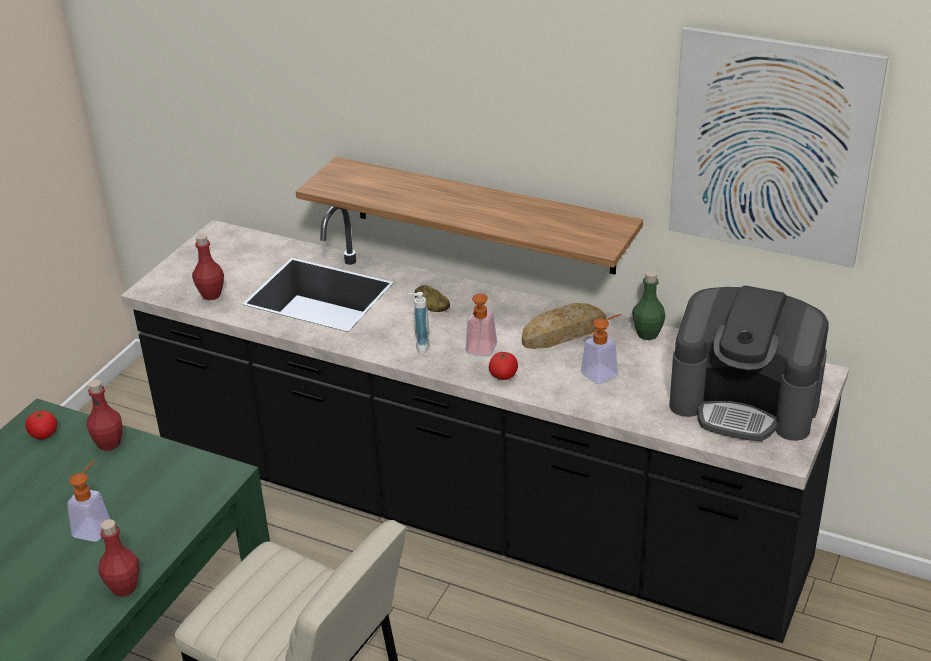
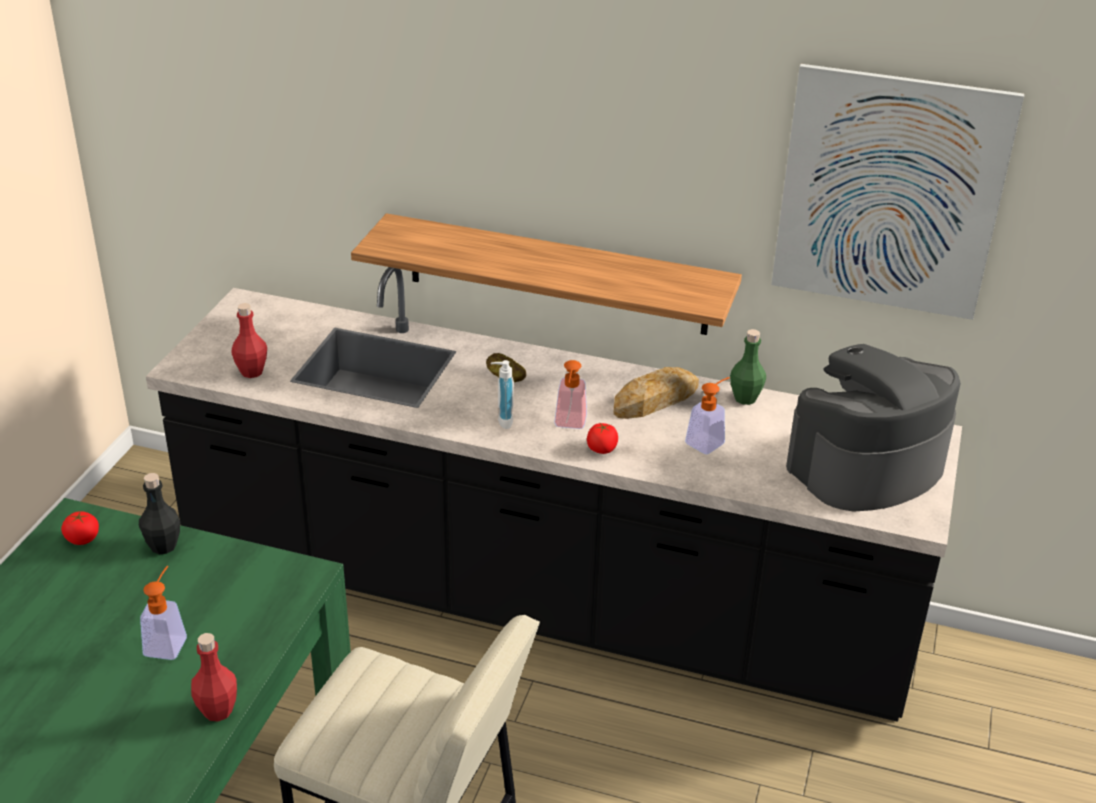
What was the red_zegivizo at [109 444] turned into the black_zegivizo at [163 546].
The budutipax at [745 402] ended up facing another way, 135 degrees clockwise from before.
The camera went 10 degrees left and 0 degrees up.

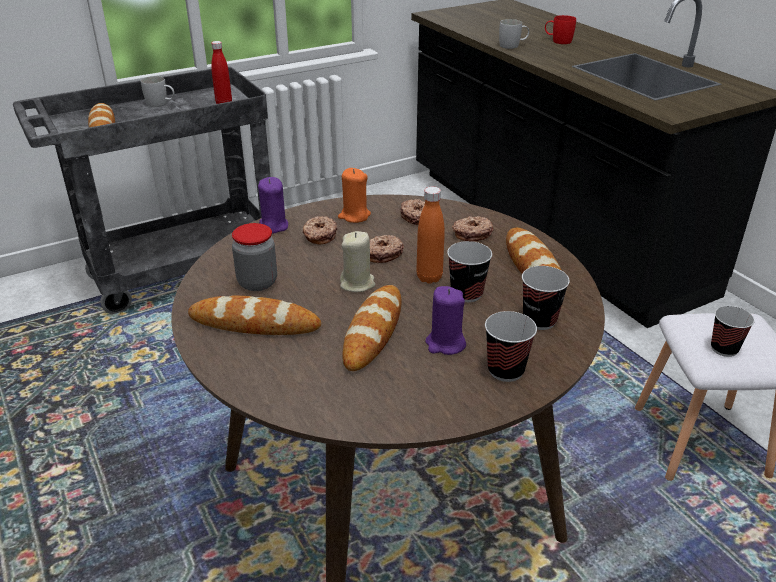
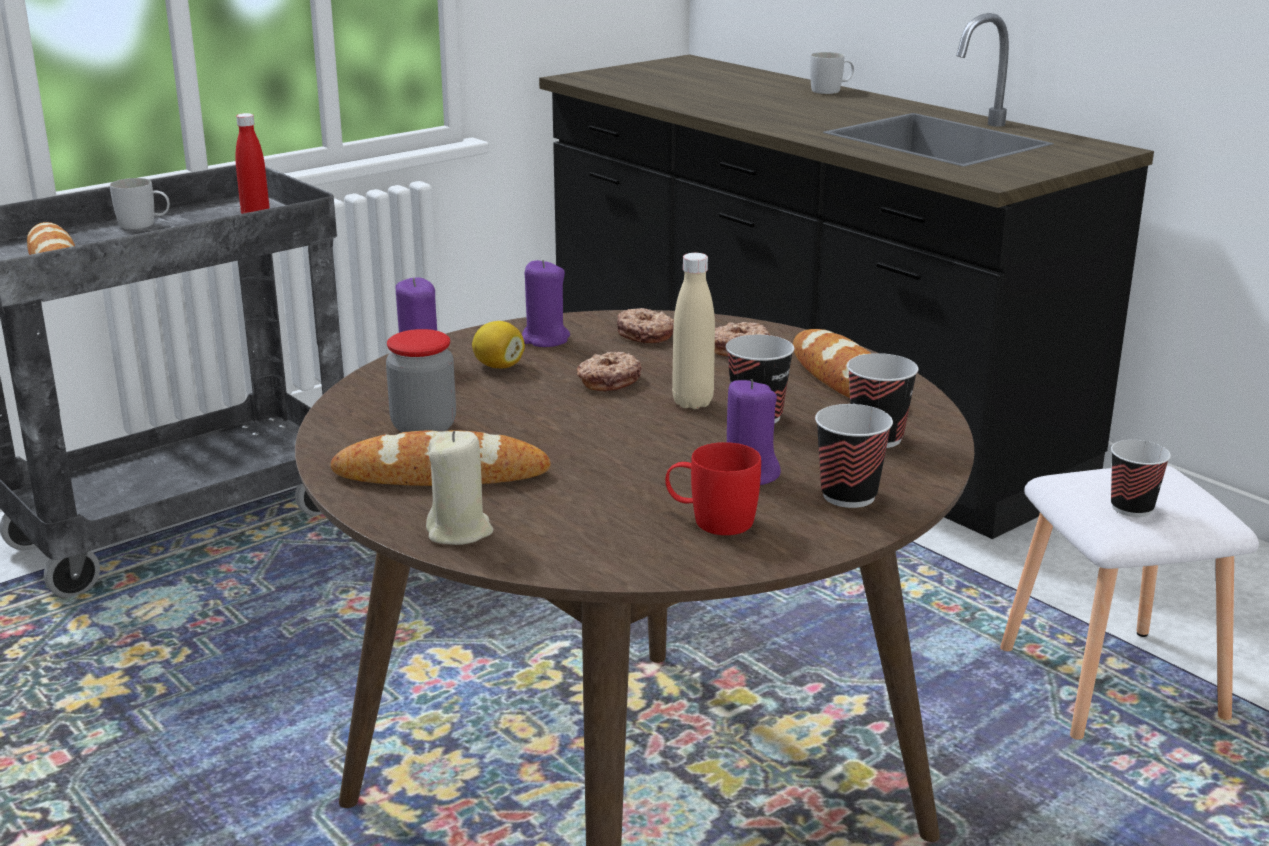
The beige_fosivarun ended up elsewhere, having gone from [357 284] to [460 531].
Where the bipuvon stood at [319 235], the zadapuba came to stand at [498 366].
What was the orange_fosivarun at [354 216] turned into the purple_fosivarun at [544 339].
The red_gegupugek ended up elsewhere, having gone from [558 41] to [711 520].
What was the orange_zegivizo at [429 277] turned into the beige_zegivizo at [692 402].
The white_gegupugek ended up elsewhere, having gone from [513 45] to [831 90].
The second view lost the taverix at [373 331].
The camera went 10 degrees left and 10 degrees down.

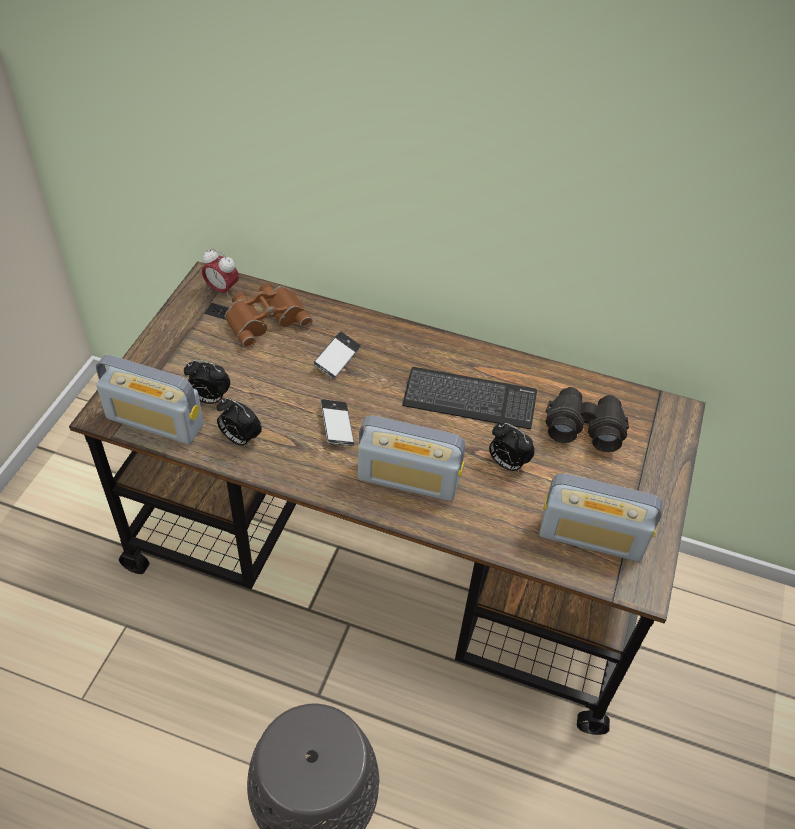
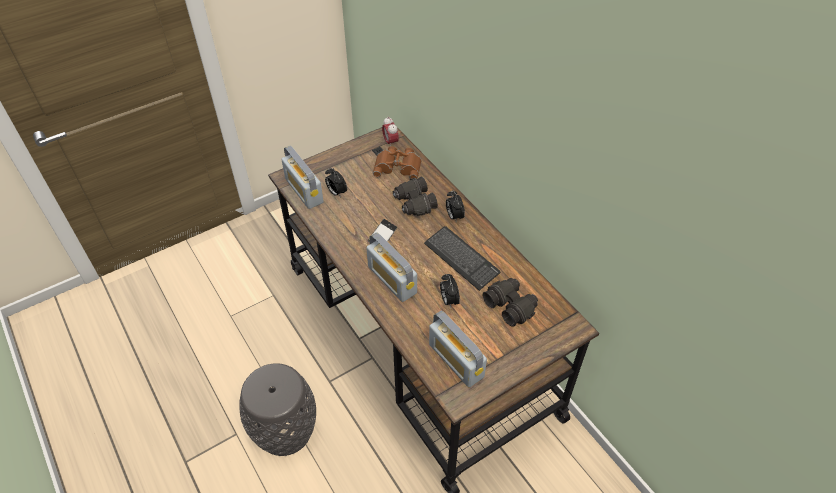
Where the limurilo stood at [337 358], the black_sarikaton came to stand at [414 203].
The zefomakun ended up elsewhere, having gone from [240 439] to [454 216].
The camera went 40 degrees right and 0 degrees up.

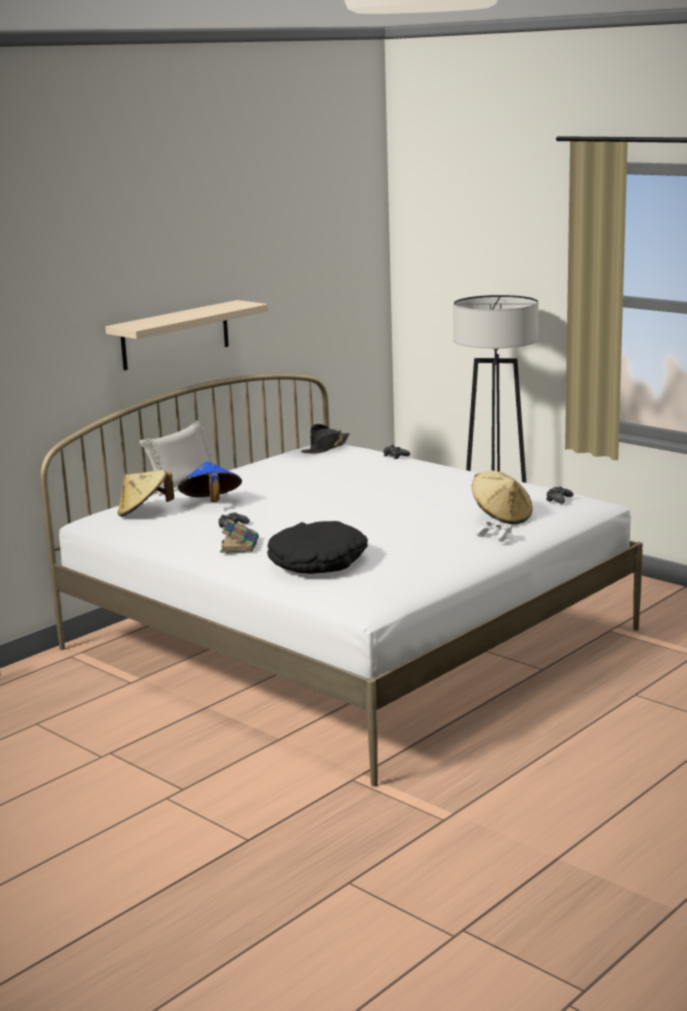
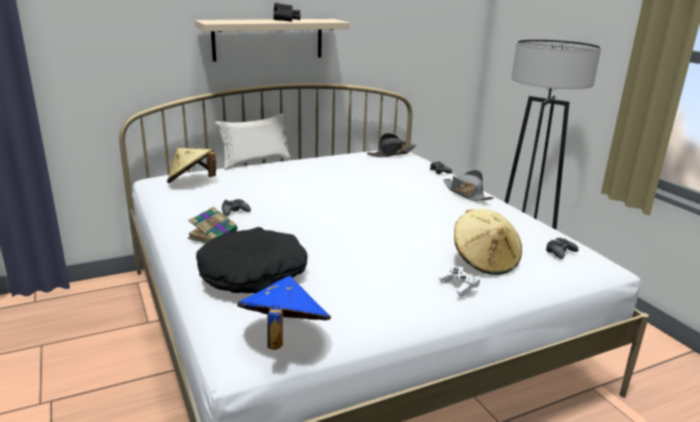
The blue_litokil ended up elsewhere, having gone from [211 503] to [283 336].
The second view gained the black_sarikaton at [286 20].
The second view gained the grey_litokil at [466 193].
The camera went 20 degrees right and 5 degrees up.

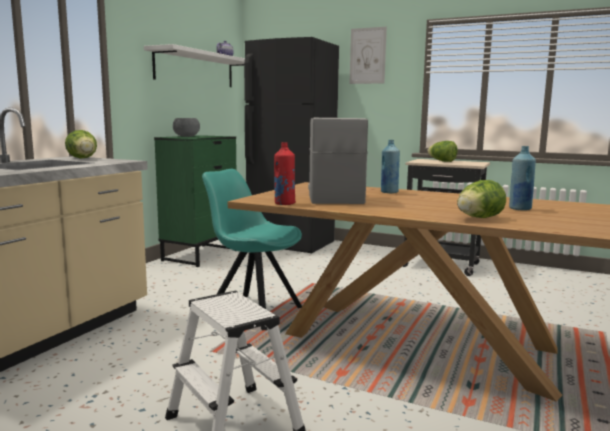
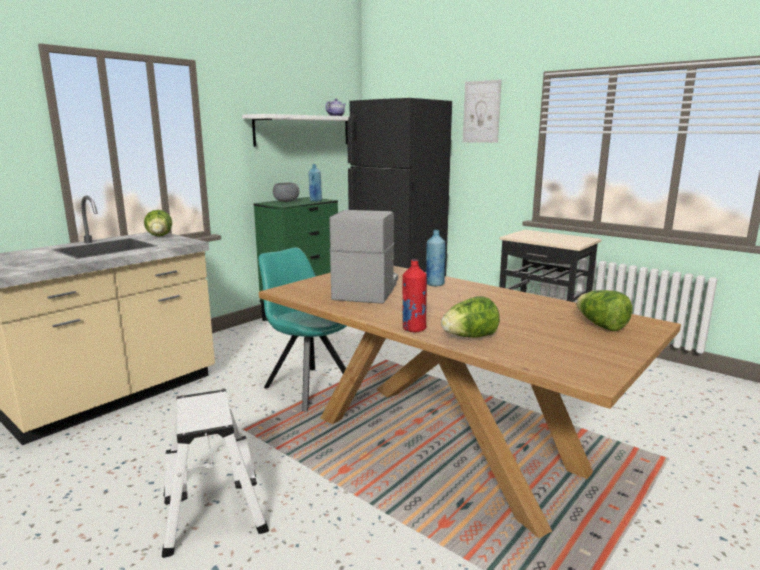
The blue_zegivizo ended up elsewhere, having gone from [519 209] to [315 201].
The red_zegivizo ended up elsewhere, having gone from [284 203] to [414 328].
The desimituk ended up elsewhere, having gone from [442 161] to [601 326].
The camera went 15 degrees right and 5 degrees up.

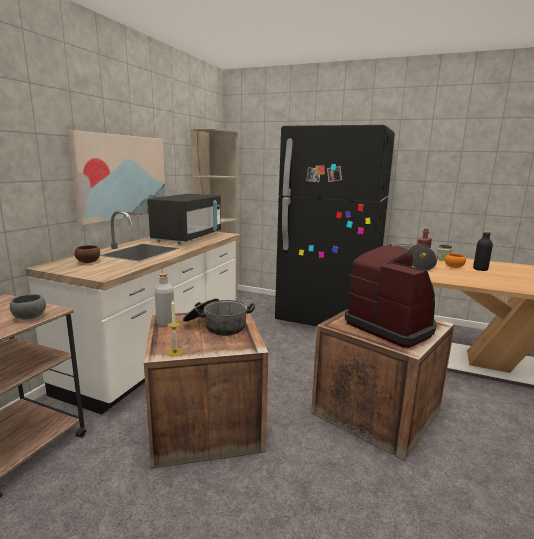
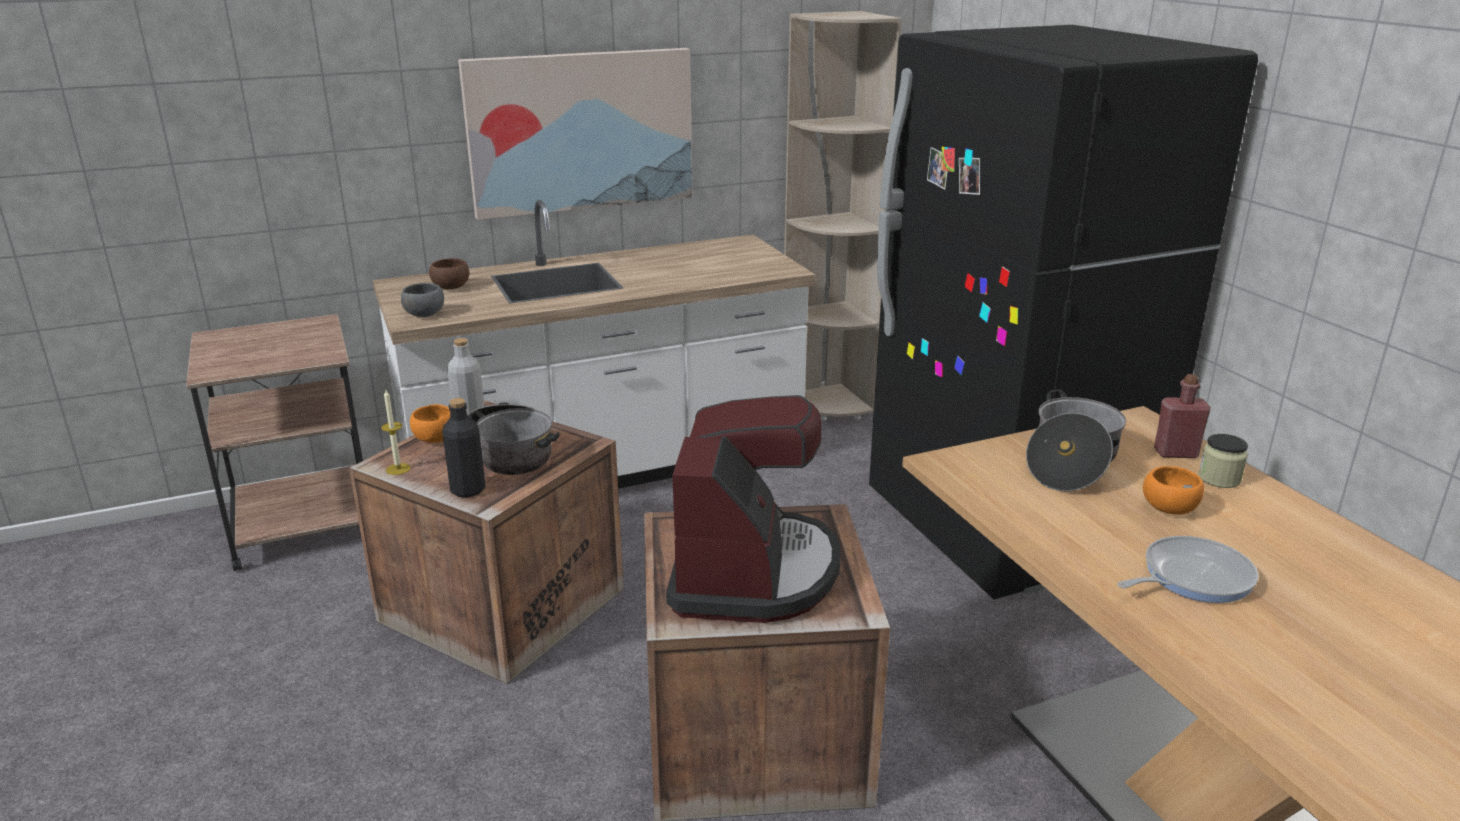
The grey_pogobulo ended up elsewhere, having gone from [29 317] to [424 314].
The second view gained the orange_pogobulo at [434 439].
The black_zegivizo ended up elsewhere, having gone from [480 269] to [468 490].
The second view gained the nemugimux at [1191 577].
The second view lost the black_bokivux at [188 237].
The camera went 45 degrees right and 10 degrees up.

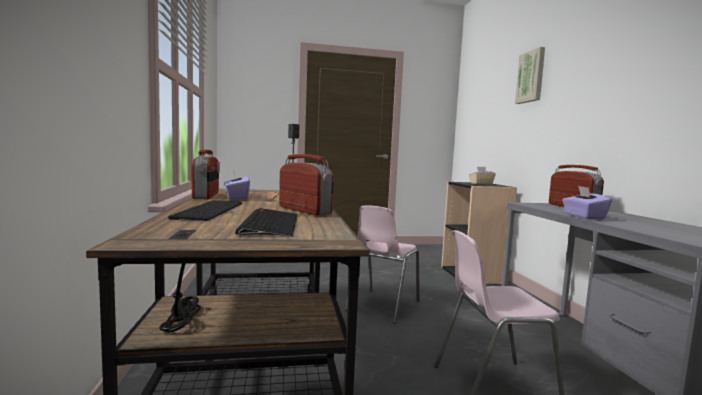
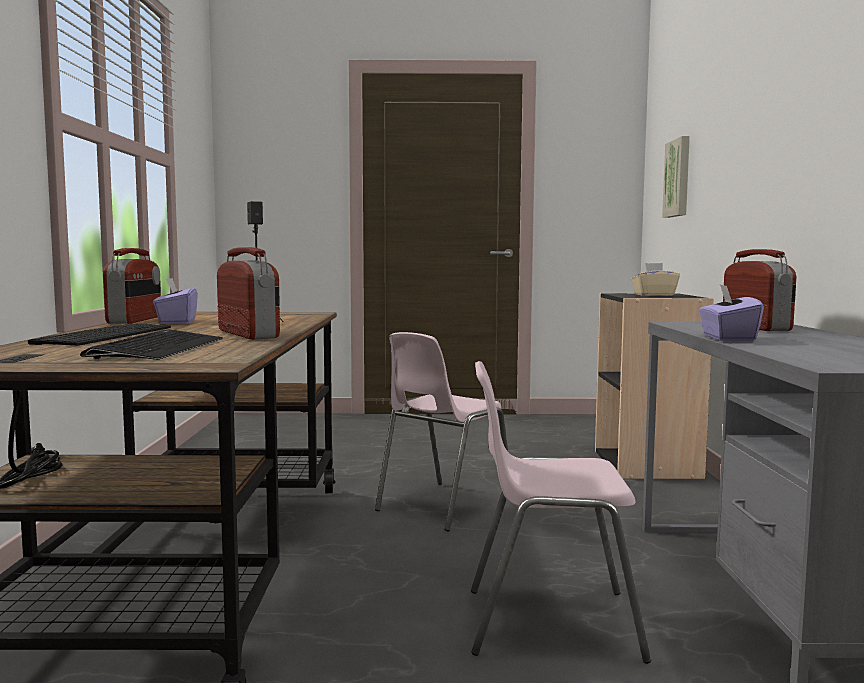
The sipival ended up elsewhere, having gone from [531 77] to [679 178].
The camera went 10 degrees right and 0 degrees up.

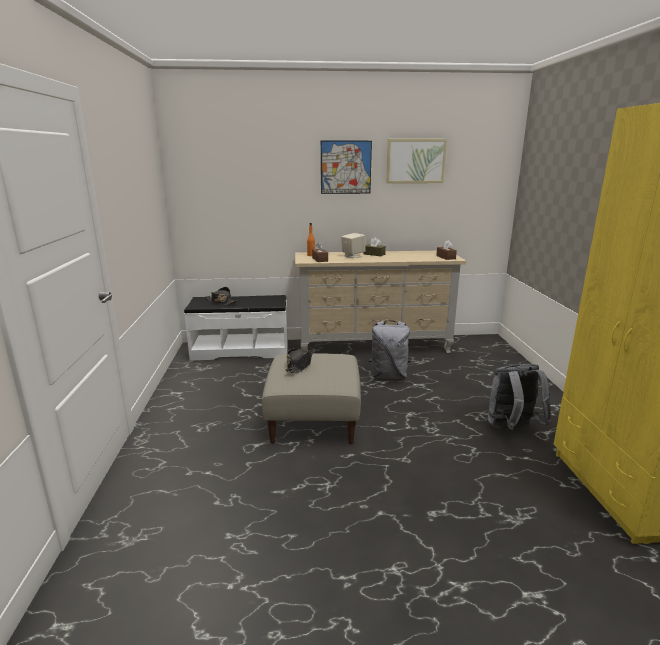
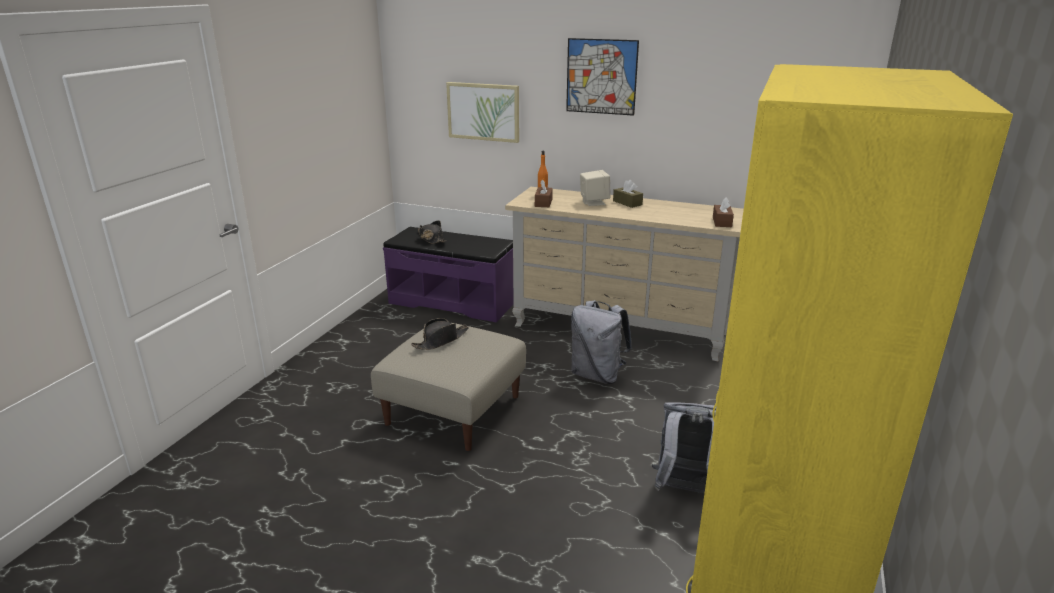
What was the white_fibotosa at [240 350] turned into the purple_fibotosa at [453 301].
The sipival ended up elsewhere, having gone from [415 161] to [483 111].
The camera went 25 degrees right and 5 degrees up.

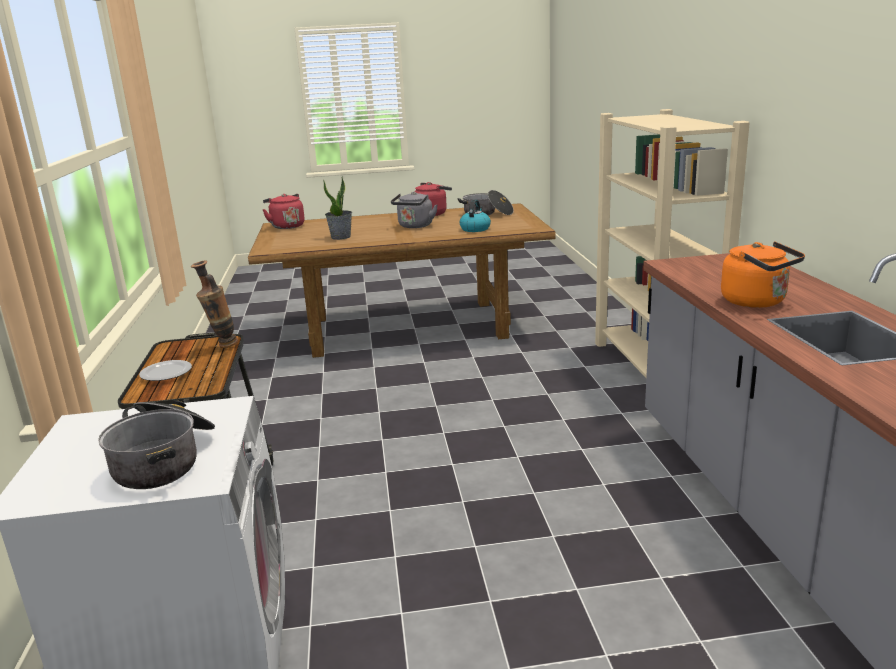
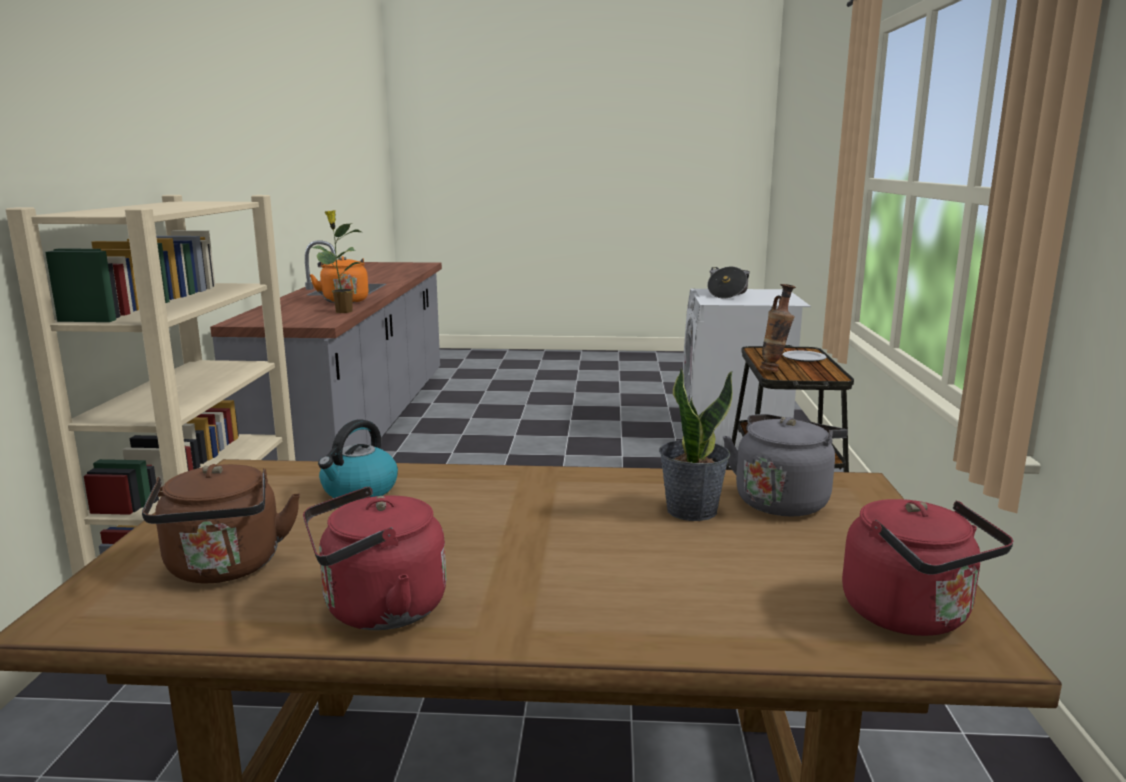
Where the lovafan stood at [487 214], the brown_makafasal came to stand at [224 569].
The second view gained the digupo at [342 311].
The grey_makafasal ended up elsewhere, having gone from [415 226] to [783 501].
The camera went 170 degrees left and 5 degrees down.

